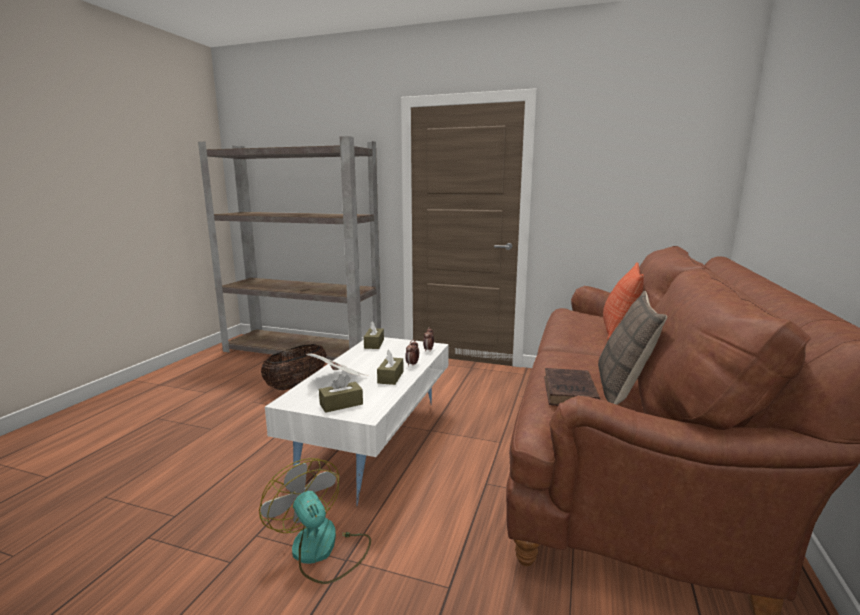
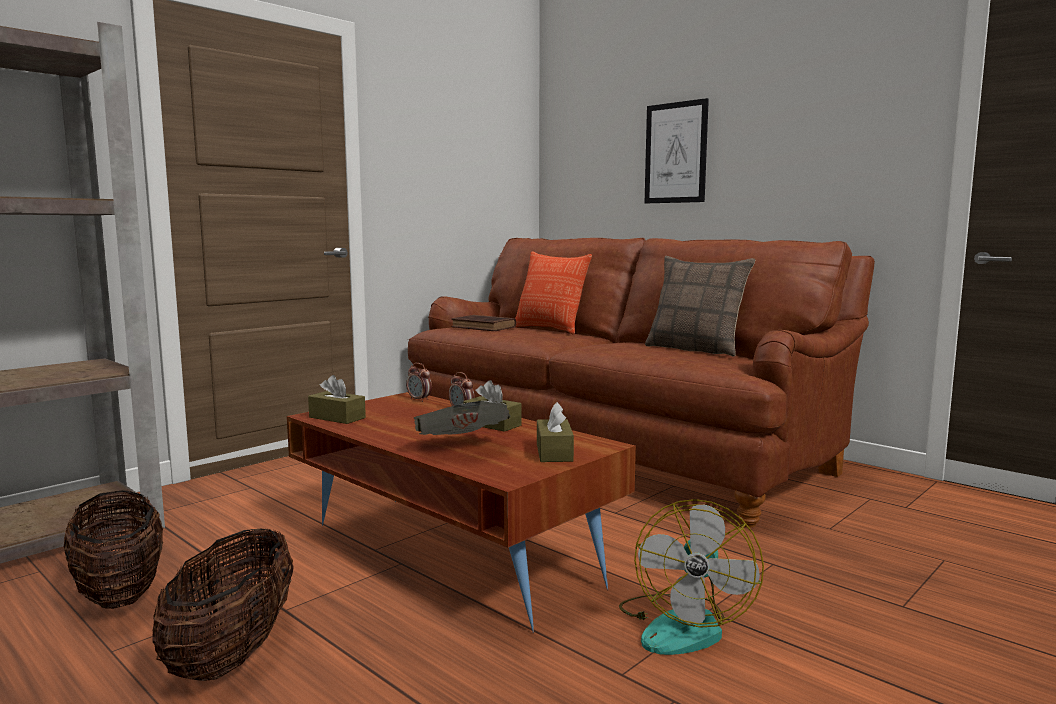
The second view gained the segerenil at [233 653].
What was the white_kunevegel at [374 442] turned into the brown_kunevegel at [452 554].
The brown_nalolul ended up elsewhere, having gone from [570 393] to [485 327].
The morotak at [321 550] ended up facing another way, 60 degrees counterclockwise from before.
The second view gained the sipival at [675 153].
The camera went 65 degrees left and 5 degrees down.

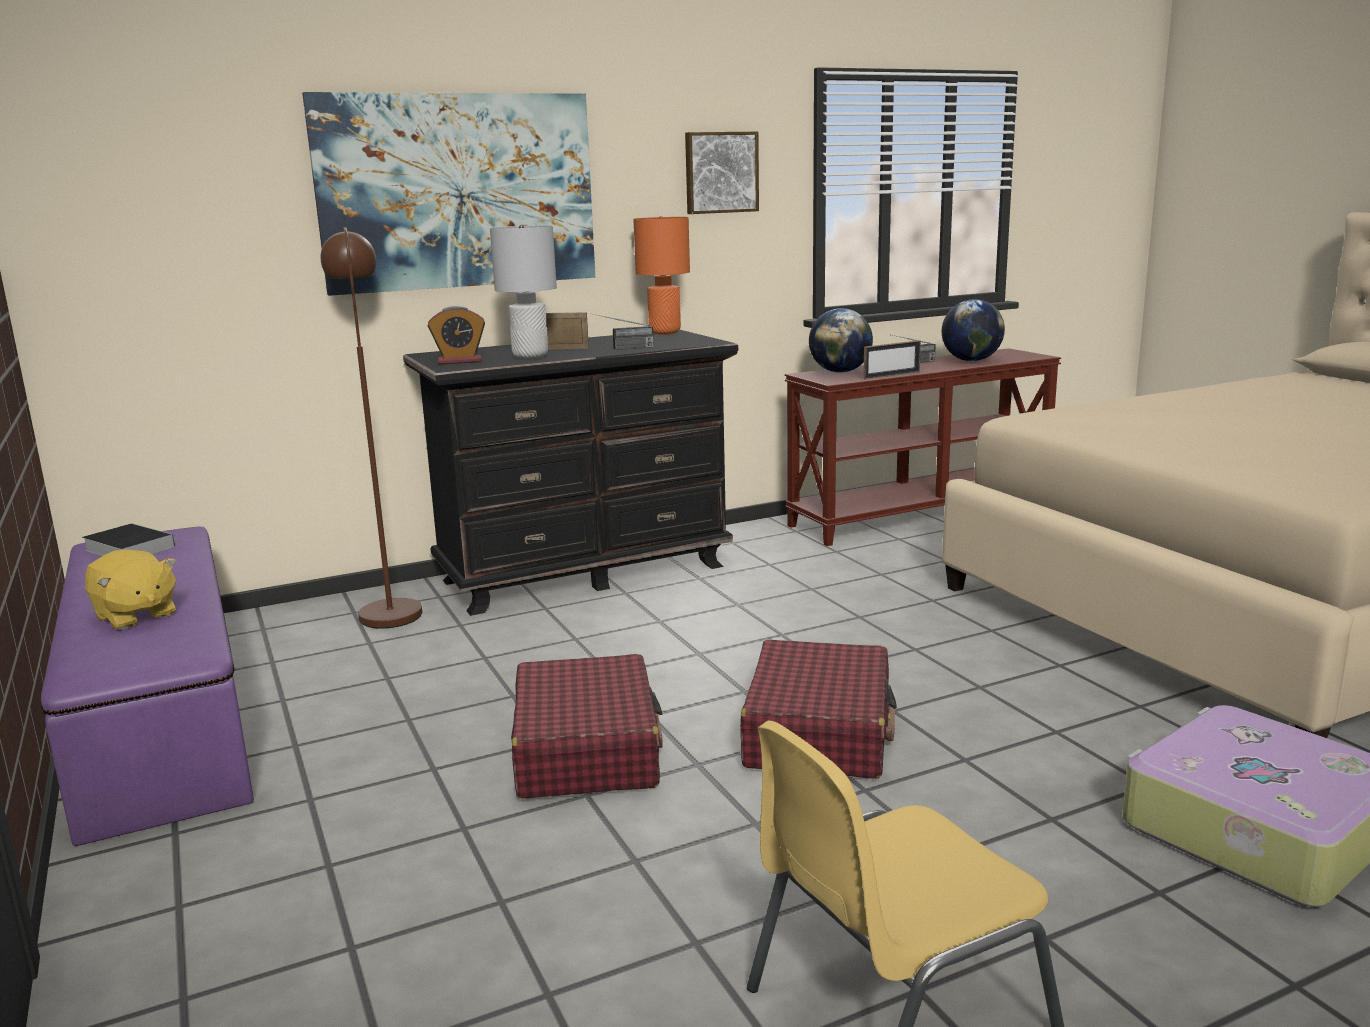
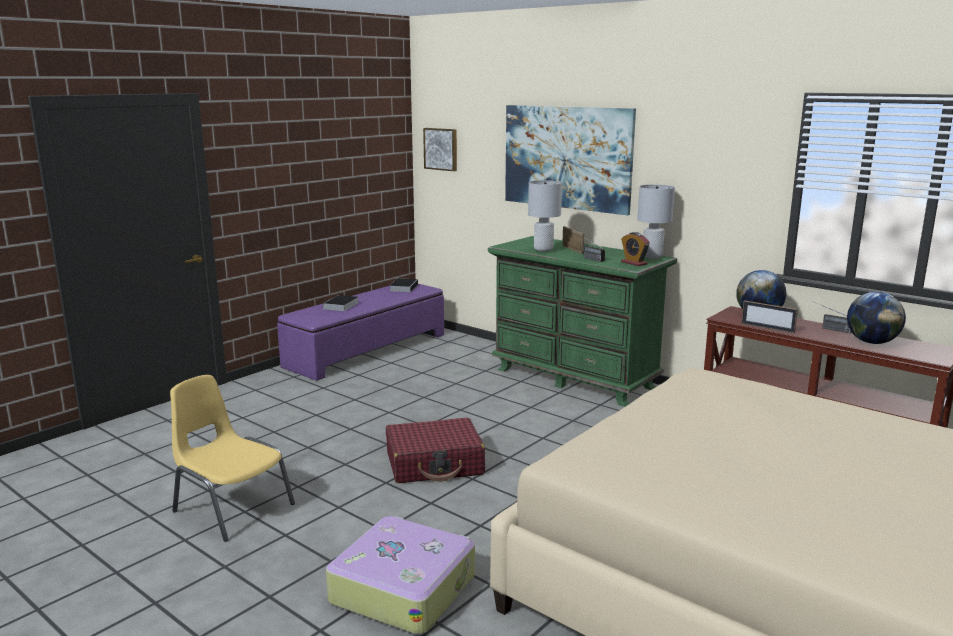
Where the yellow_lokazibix stood at [135 616], the nalolul came to stand at [341 306].
The sipival ended up elsewhere, having gone from [720 172] to [441 149].
What was the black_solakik at [584 573] turned into the green_solakik at [574 378].
The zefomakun ended up elsewhere, having gone from [459 361] to [634 263].
What was the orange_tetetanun at [665 333] turned into the grey_tetetanun at [652 257].
The second view lost the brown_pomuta at [389 610].
The second view lost the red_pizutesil at [587 750].
The camera went 65 degrees right and 0 degrees up.

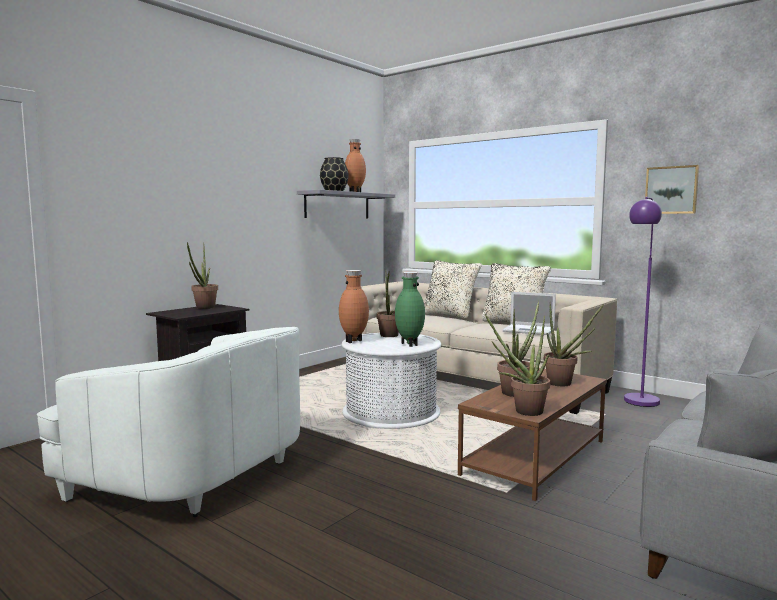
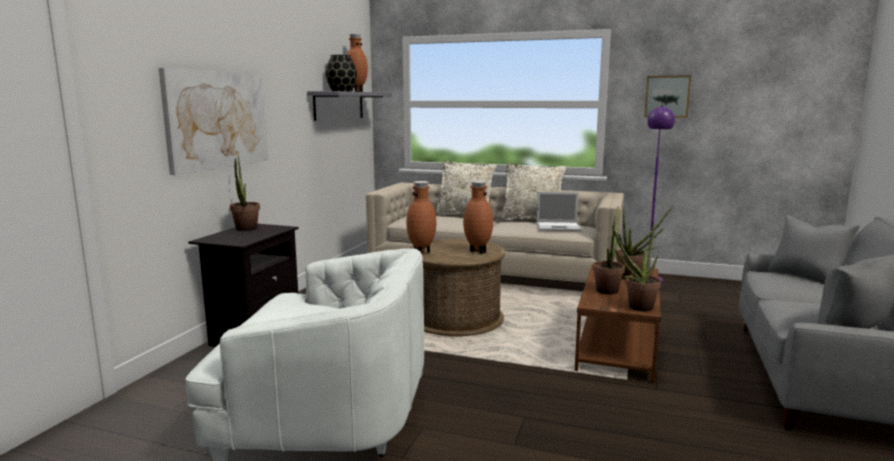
The second view gained the sipival at [218 120].
What was the white_kunevegel at [391 412] turned into the brown_kunevegel at [456 318].
What was the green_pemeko at [409 344] turned into the brown_pemeko at [477 252].
The second view lost the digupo at [389 336].
The camera went 20 degrees left and 5 degrees up.

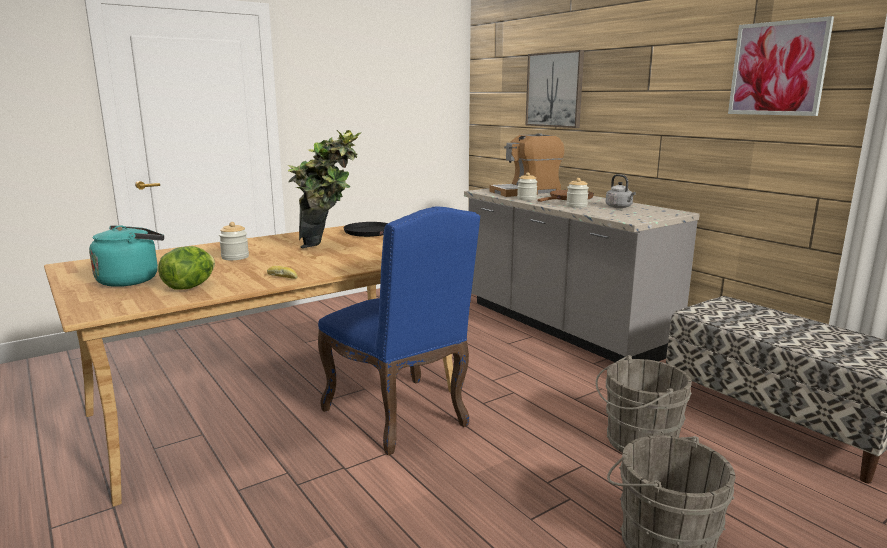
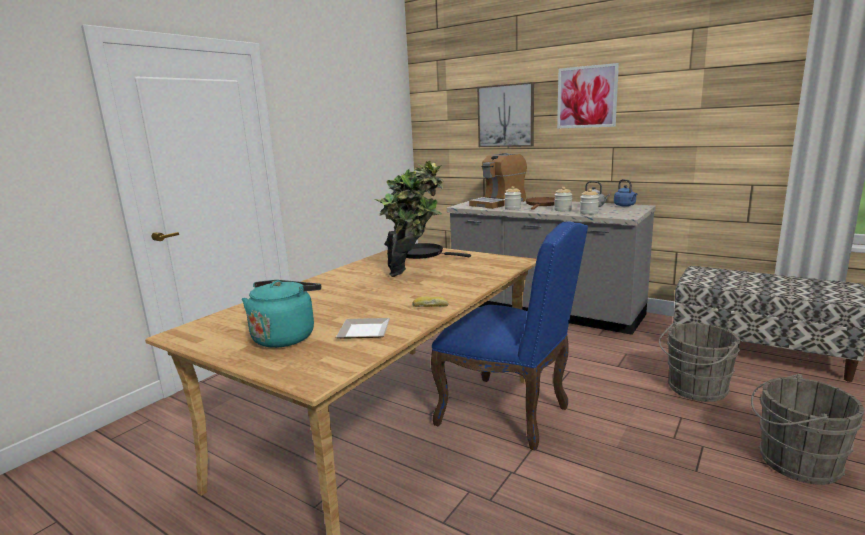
Where the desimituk stood at [190 287], the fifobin came to stand at [362 332].
The sipival ended up elsewhere, having gone from [778 68] to [587 97].
The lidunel ended up elsewhere, having gone from [235 257] to [589 213].
The second view gained the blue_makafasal at [625 205].
The camera went 20 degrees left and 0 degrees up.

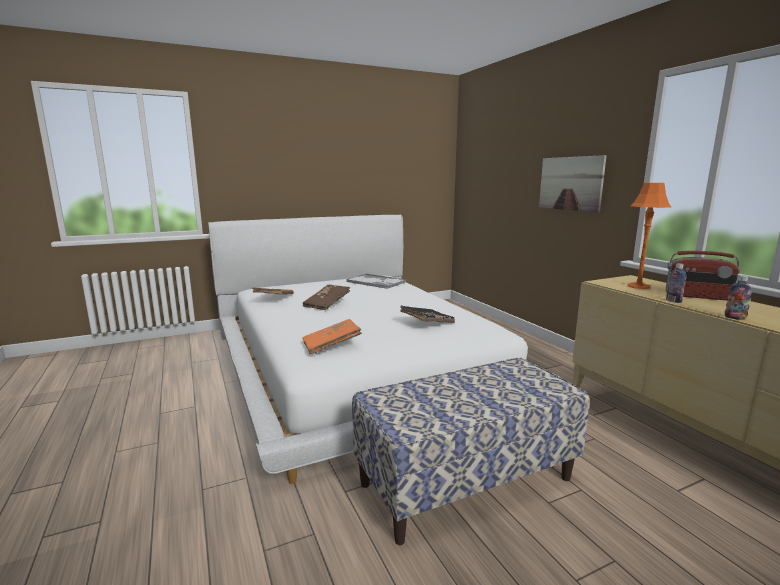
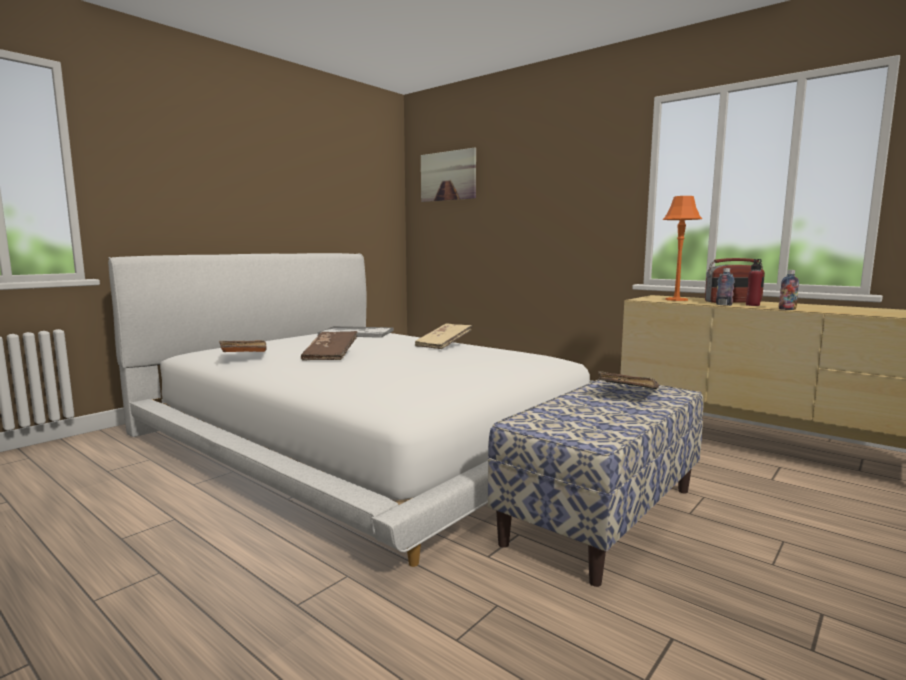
The second view gained the beige_nalolul at [443 345].
The sipival ended up elsewhere, having gone from [570 183] to [448 176].
The black_nalolul ended up elsewhere, having gone from [427 323] to [627 393].
The second view gained the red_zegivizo at [752 305].
The second view lost the orange_nalolul at [331 345].
The camera went 25 degrees left and 5 degrees down.

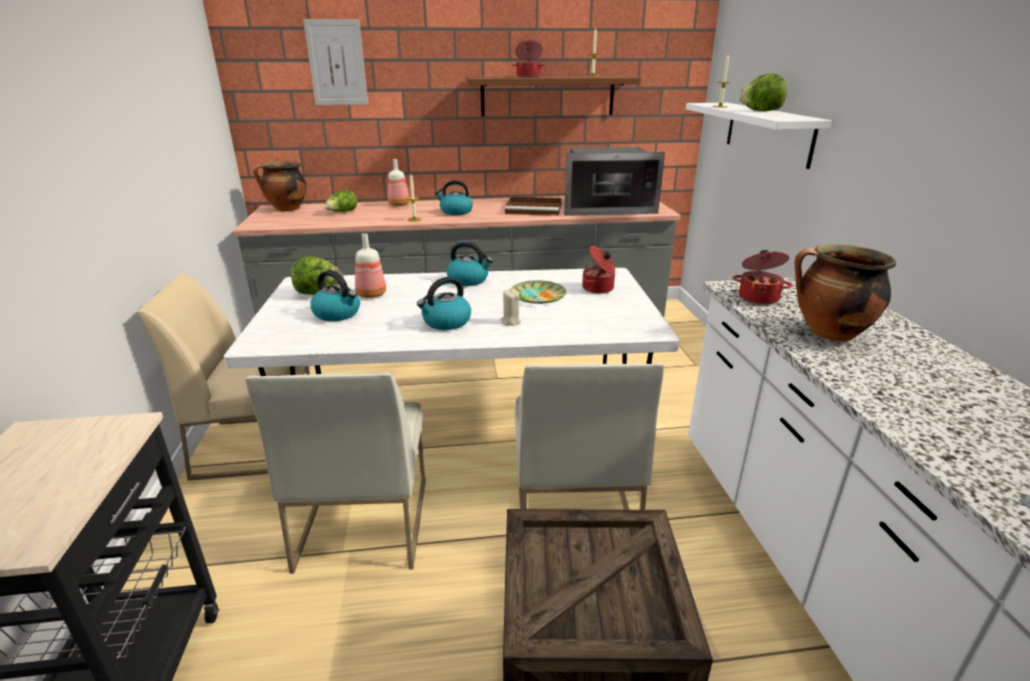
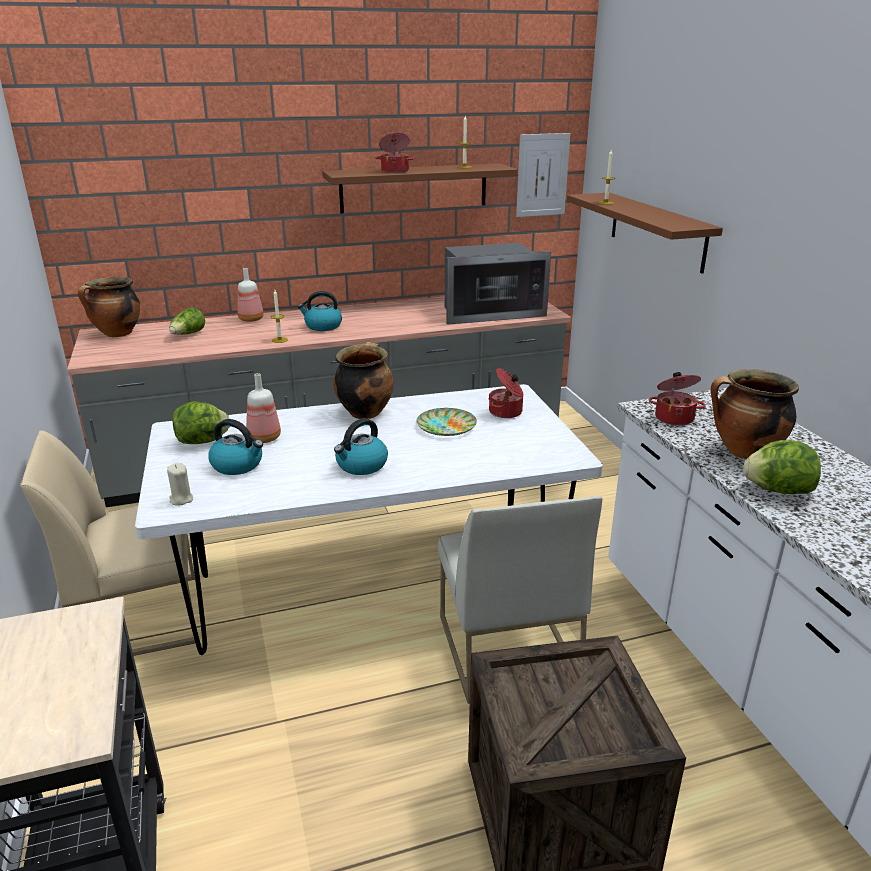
The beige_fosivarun ended up elsewhere, having gone from [510 321] to [181 499].
Where the makafasal stood at [469 280], the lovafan came to stand at [365 412].
The sipival ended up elsewhere, having gone from [337 63] to [542 175].
What was the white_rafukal at [768 132] turned into the brown_rafukal at [656 230].
The desimituk ended up elsewhere, having gone from [761 111] to [777 490].
The second view lost the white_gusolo at [363 522].
The second view lost the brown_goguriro at [535 209].
The camera went 10 degrees left and 0 degrees up.

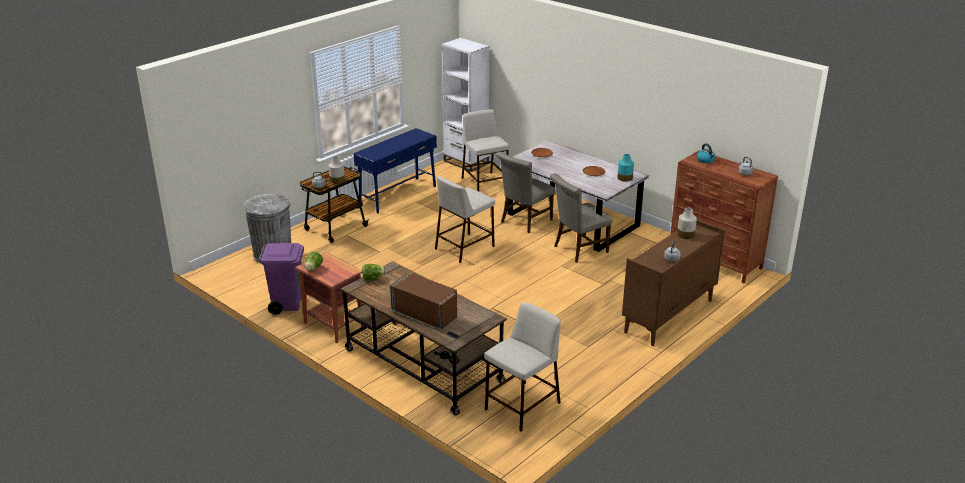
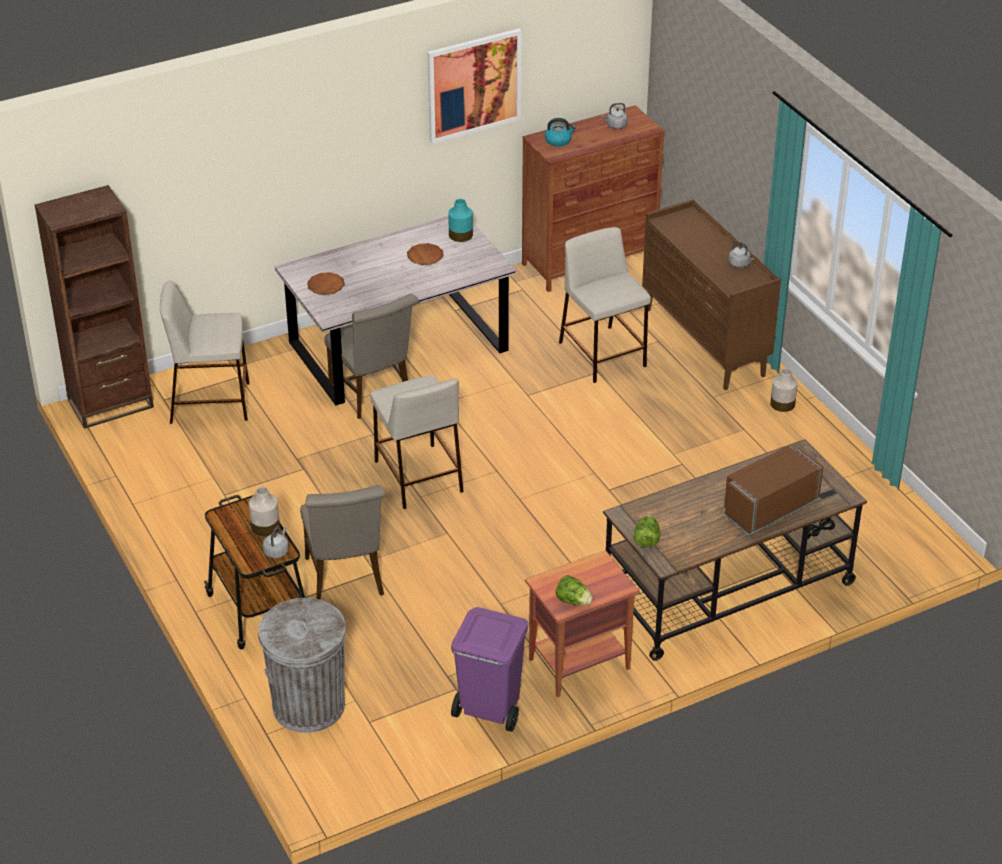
What was the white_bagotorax at [466 162] turned into the brown_bagotorax at [111 404].
The beige_gusolo ended up elsewhere, having gone from [578 250] to [346 580].
The second view gained the sipival at [474 85].
The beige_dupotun ended up elsewhere, having gone from [522 406] to [603 355].
The beige_pemeko ended up elsewhere, having gone from [685 234] to [782 404].
The second view lost the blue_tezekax at [398 195].
The camera went 70 degrees left and 10 degrees up.

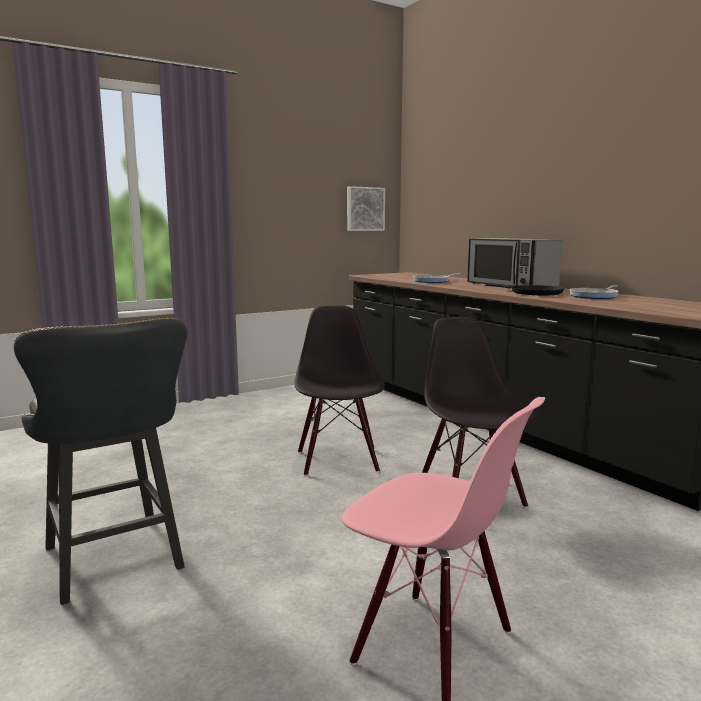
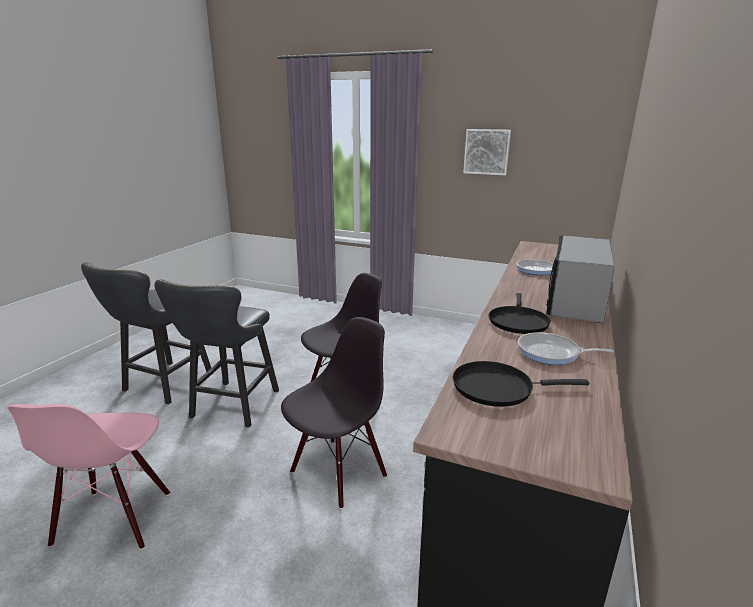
The second view gained the grey_dupotun at [230 409].
The second view gained the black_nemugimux at [497 388].
The sipival ended up elsewhere, having gone from [364 209] to [487 151].
The camera went 55 degrees right and 10 degrees up.

